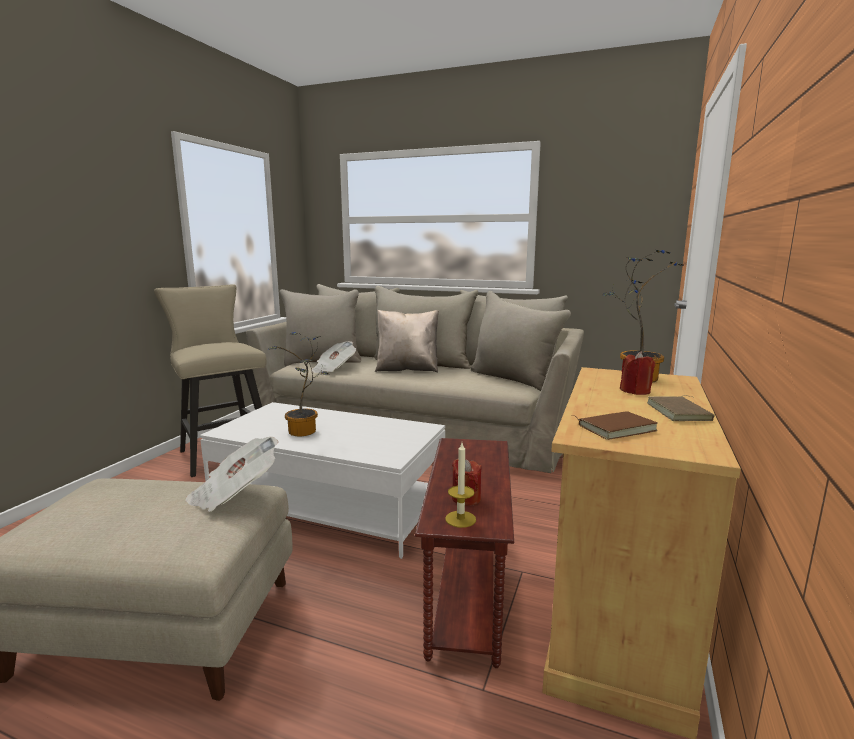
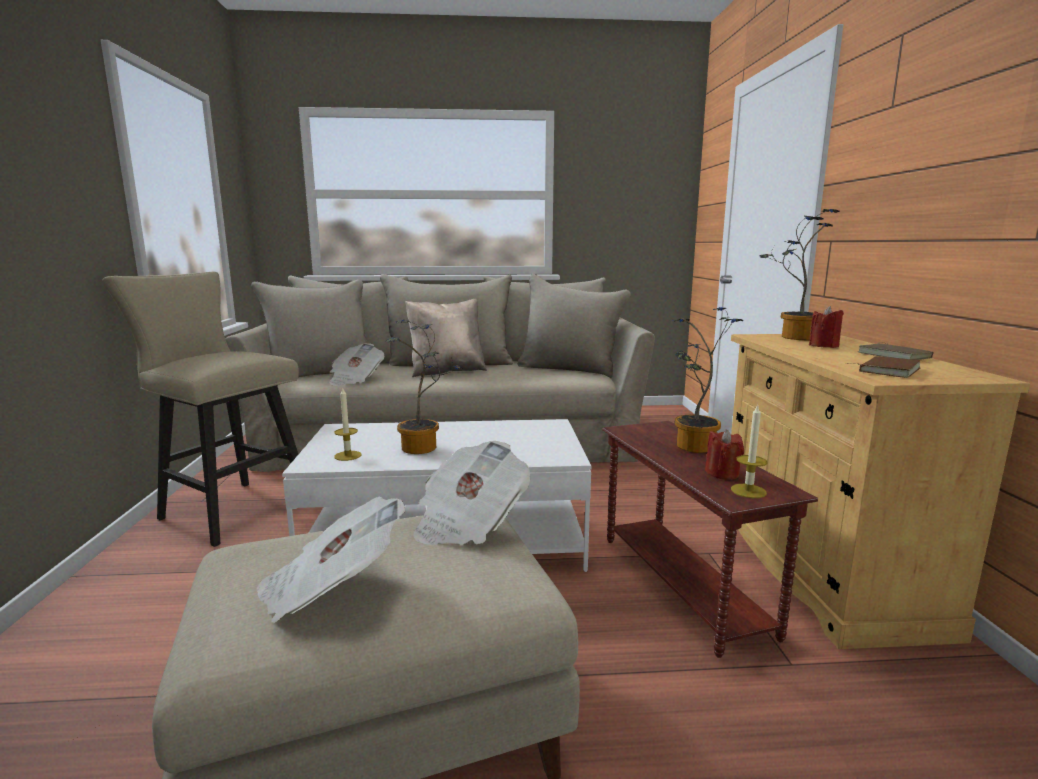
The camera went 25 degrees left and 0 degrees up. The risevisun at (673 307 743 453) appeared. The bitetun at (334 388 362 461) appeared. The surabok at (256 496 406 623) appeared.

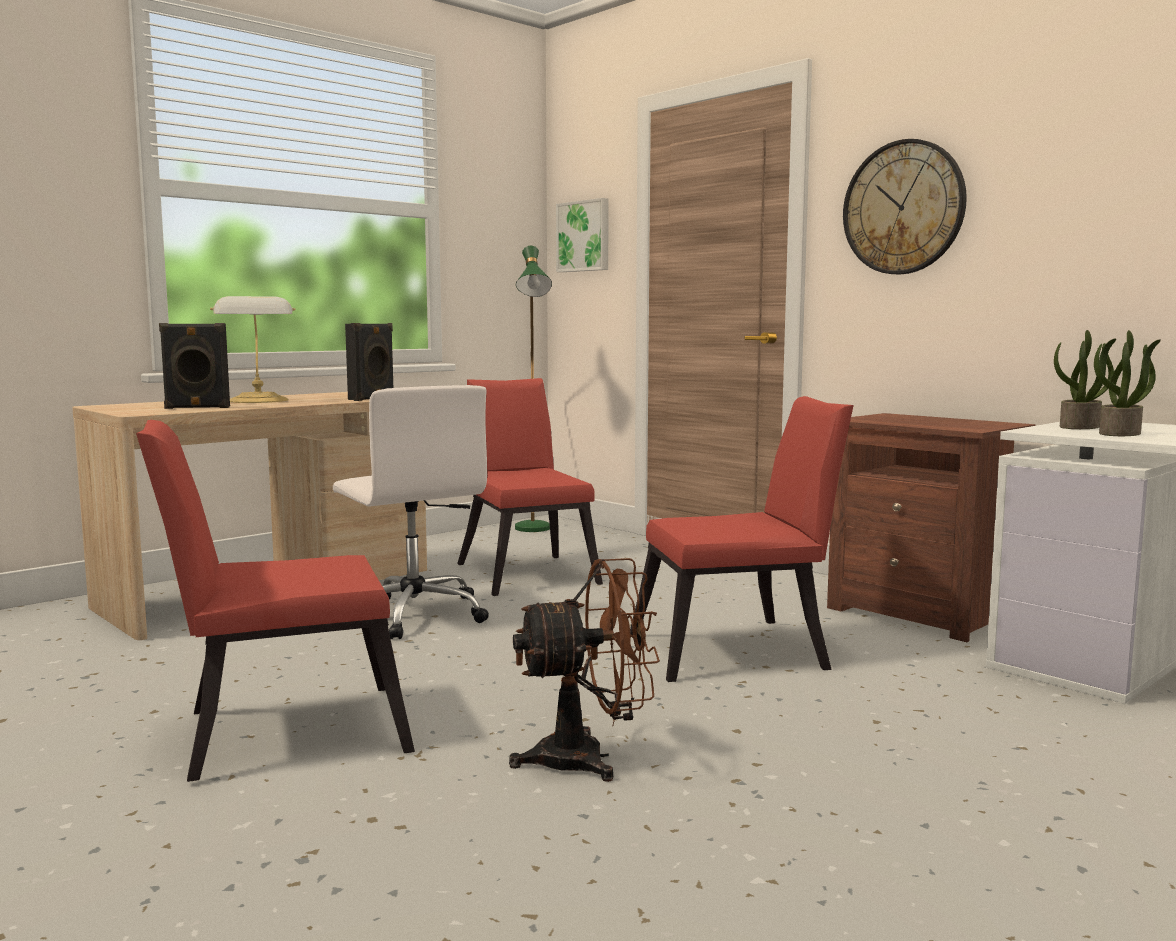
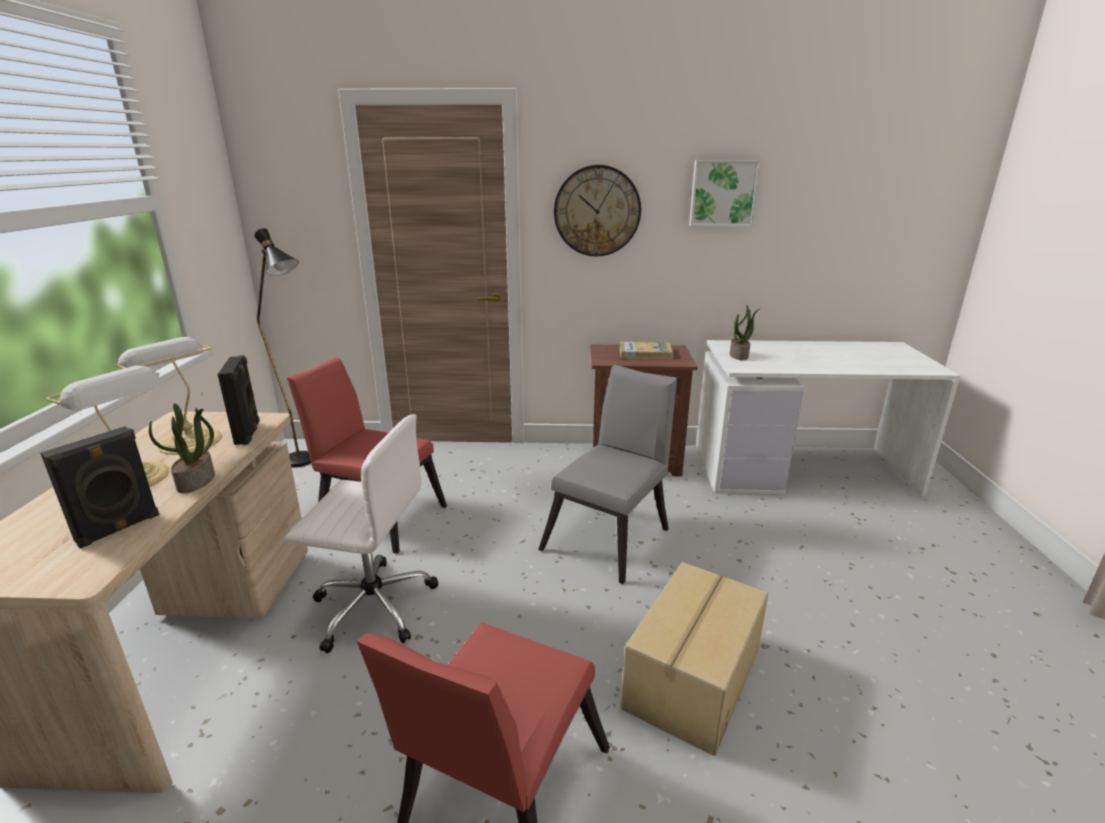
The camera went 45 degrees left and 15 degrees up. The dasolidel moved from (556 198 609 272) to (689 160 761 227). The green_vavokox at (515 246 552 532) became the black_vavokox at (254 228 311 467). The risevisun moved from (1094 330 1161 436) to (149 403 215 493). The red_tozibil at (630 396 854 682) became the grey_tozibil at (538 365 677 584). The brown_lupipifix at (509 558 660 782) was replaced by the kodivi at (621 562 769 756). The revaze at (116 337 222 455) appeared. The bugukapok at (620 342 673 360) appeared.

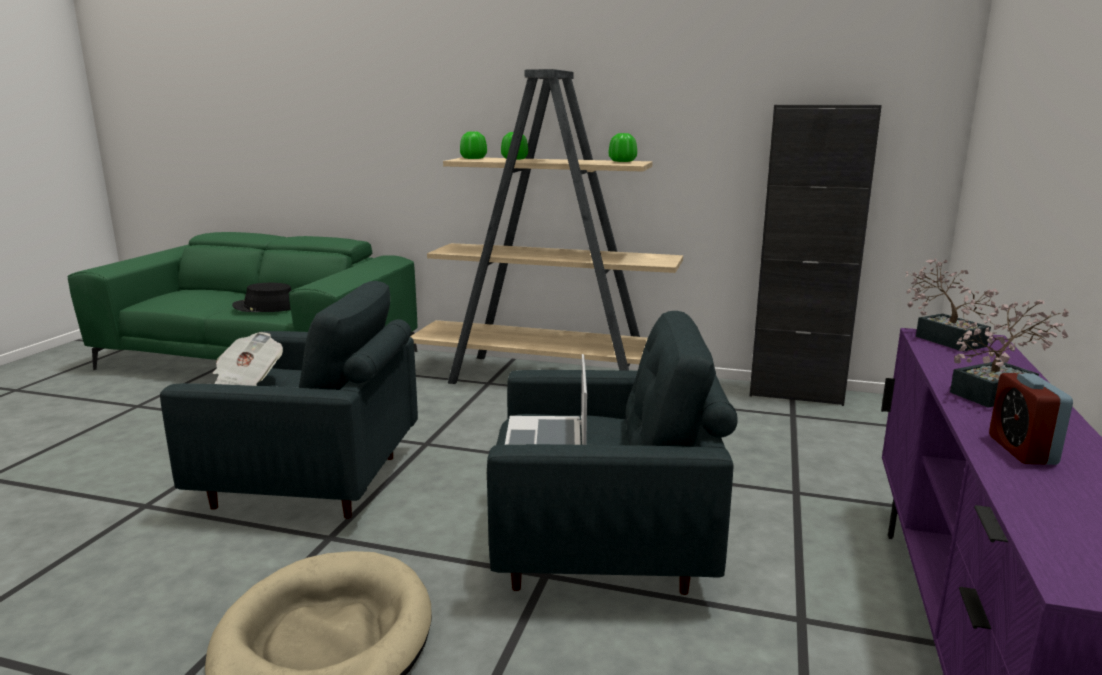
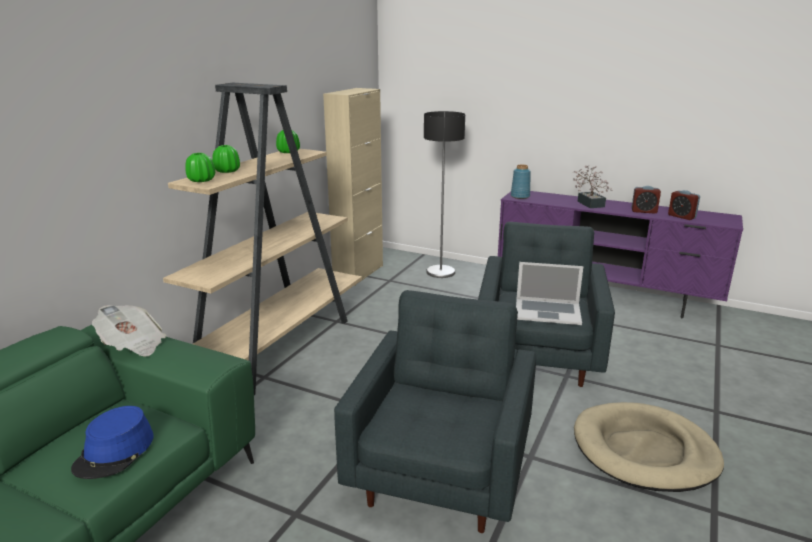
The camera went 80 degrees left and 5 degrees up. The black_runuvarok at (749 105 882 406) became the beige_runuvarok at (323 88 383 286). The risevisun at (906 258 1008 352) was replaced by the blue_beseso at (511 164 531 199). The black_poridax at (232 283 292 312) became the blue_poridax at (71 406 154 479). The surabok moved from (213 332 283 386) to (92 305 166 357). The vavokox at (424 111 465 278) appeared. The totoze at (668 190 700 220) appeared.

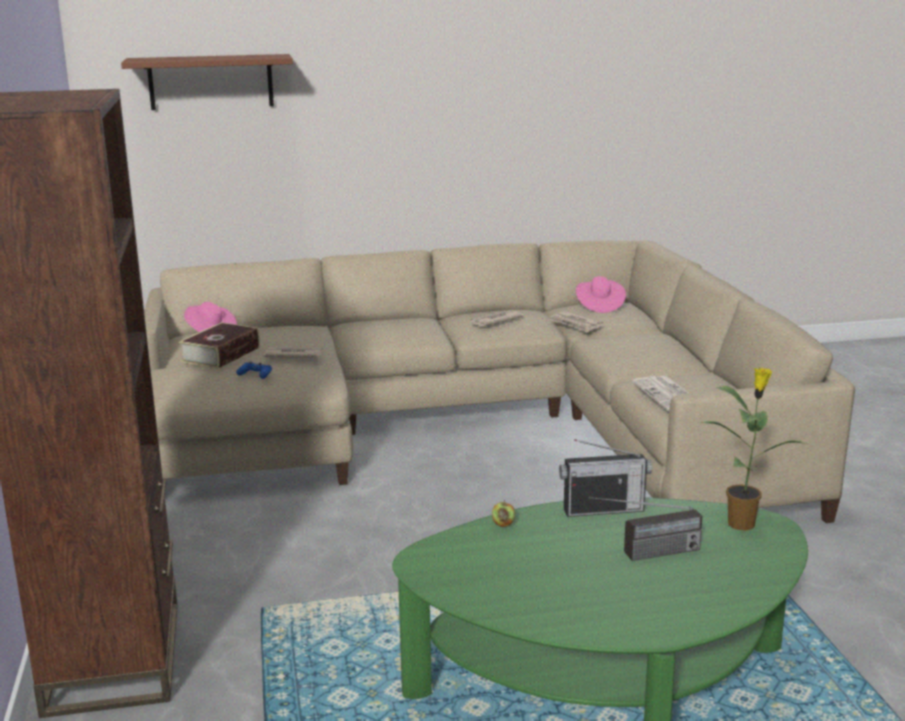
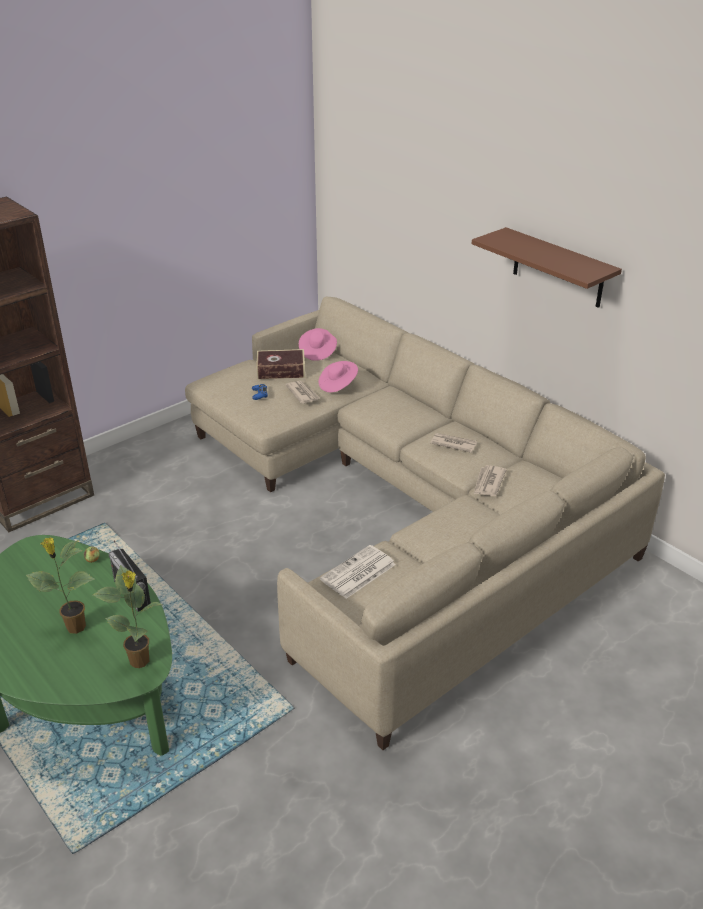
The camera went 60 degrees right and 15 degrees up. The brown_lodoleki moved from (121 54 293 110) to (472 227 622 308). The pink_poridax moved from (576 276 626 313) to (318 361 358 392). The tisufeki at (589 497 702 561) was replaced by the risevisun at (26 537 95 634).

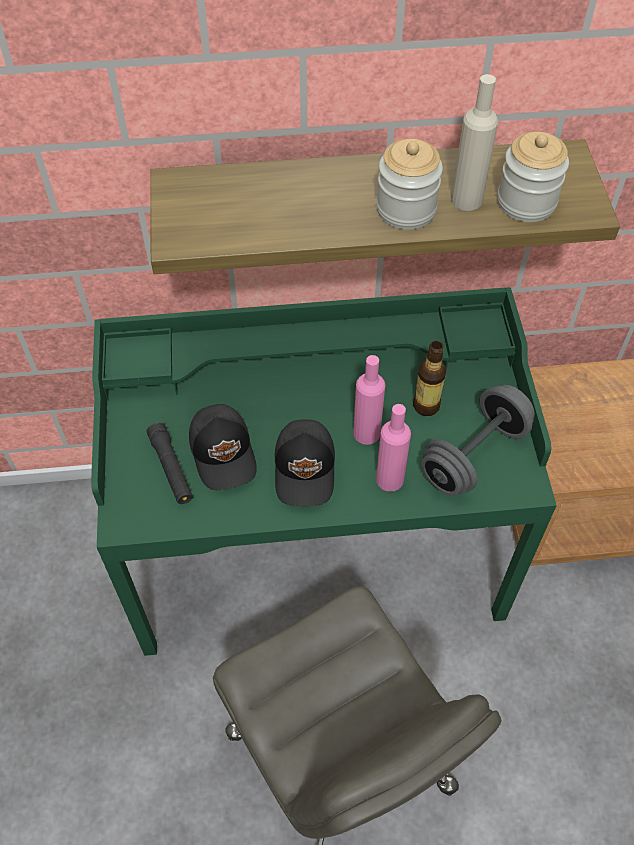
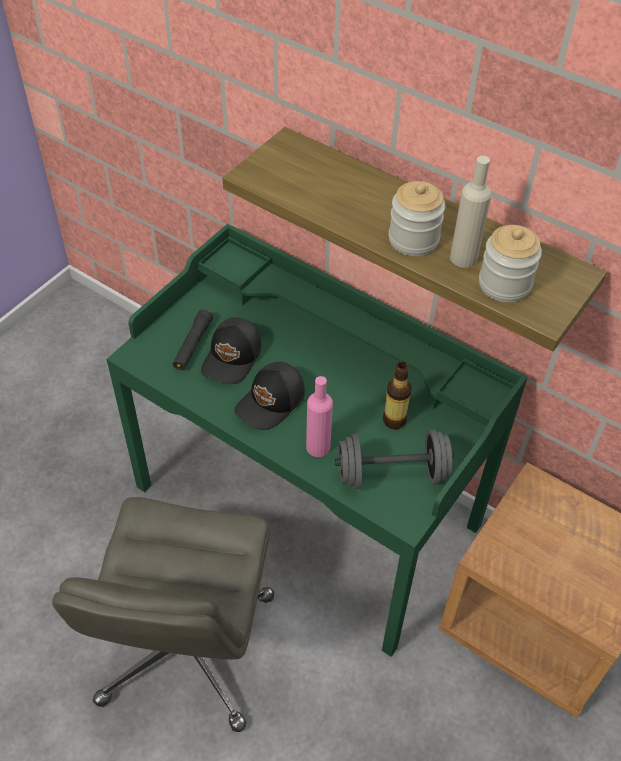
The camera went 40 degrees right and 5 degrees down. The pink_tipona at (353 355 385 445) disappeared.

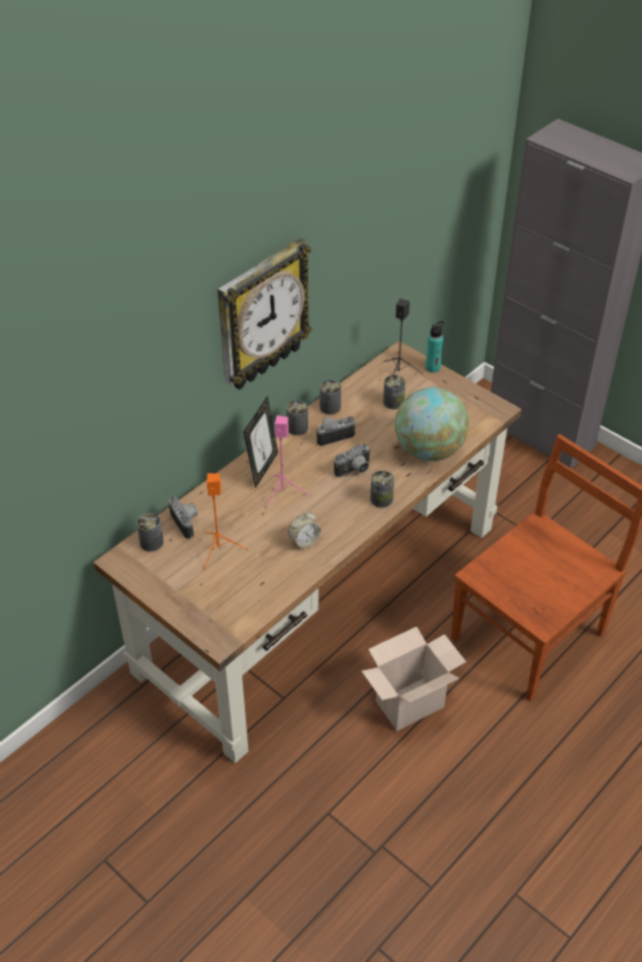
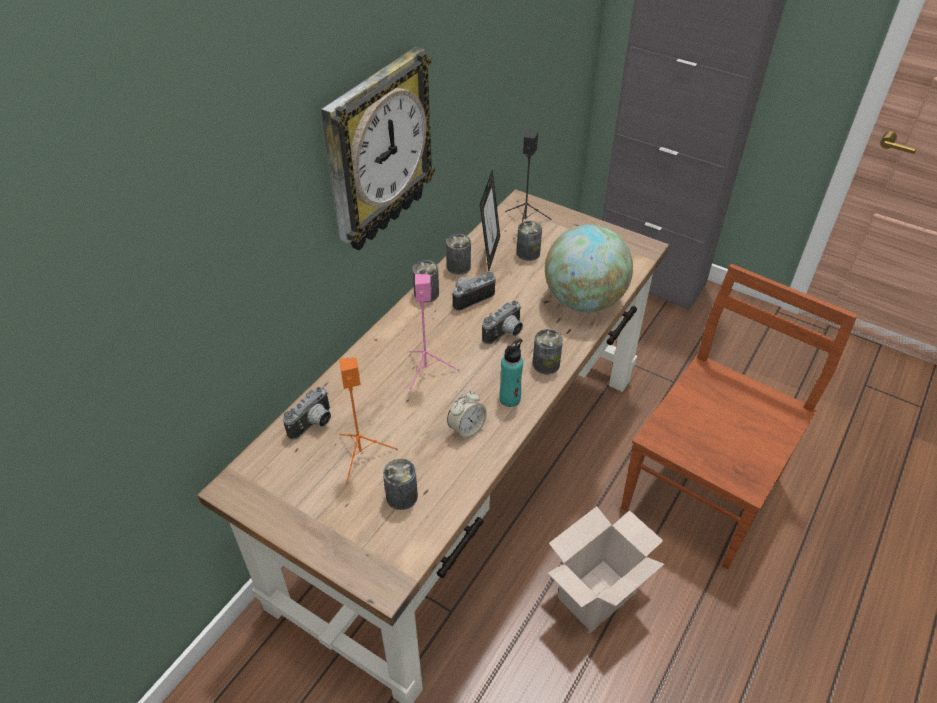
The camera went 10 degrees left and 0 degrees up. The turquoise_tipona moved from (425 321 444 373) to (500 339 523 407). The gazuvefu moved from (243 396 278 488) to (480 169 500 272). The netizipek at (168 497 198 539) turned 75 degrees clockwise. The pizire moved from (137 513 164 552) to (383 459 418 510).

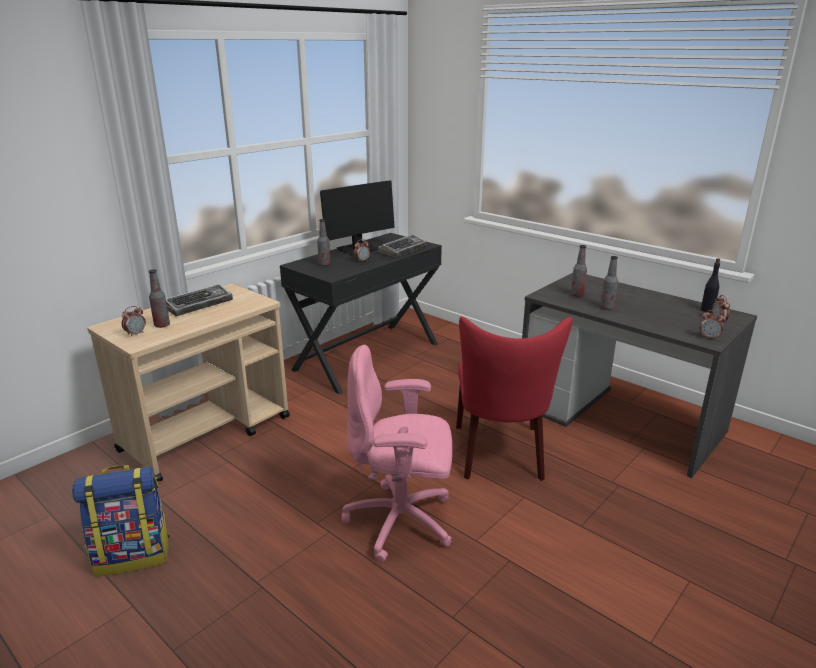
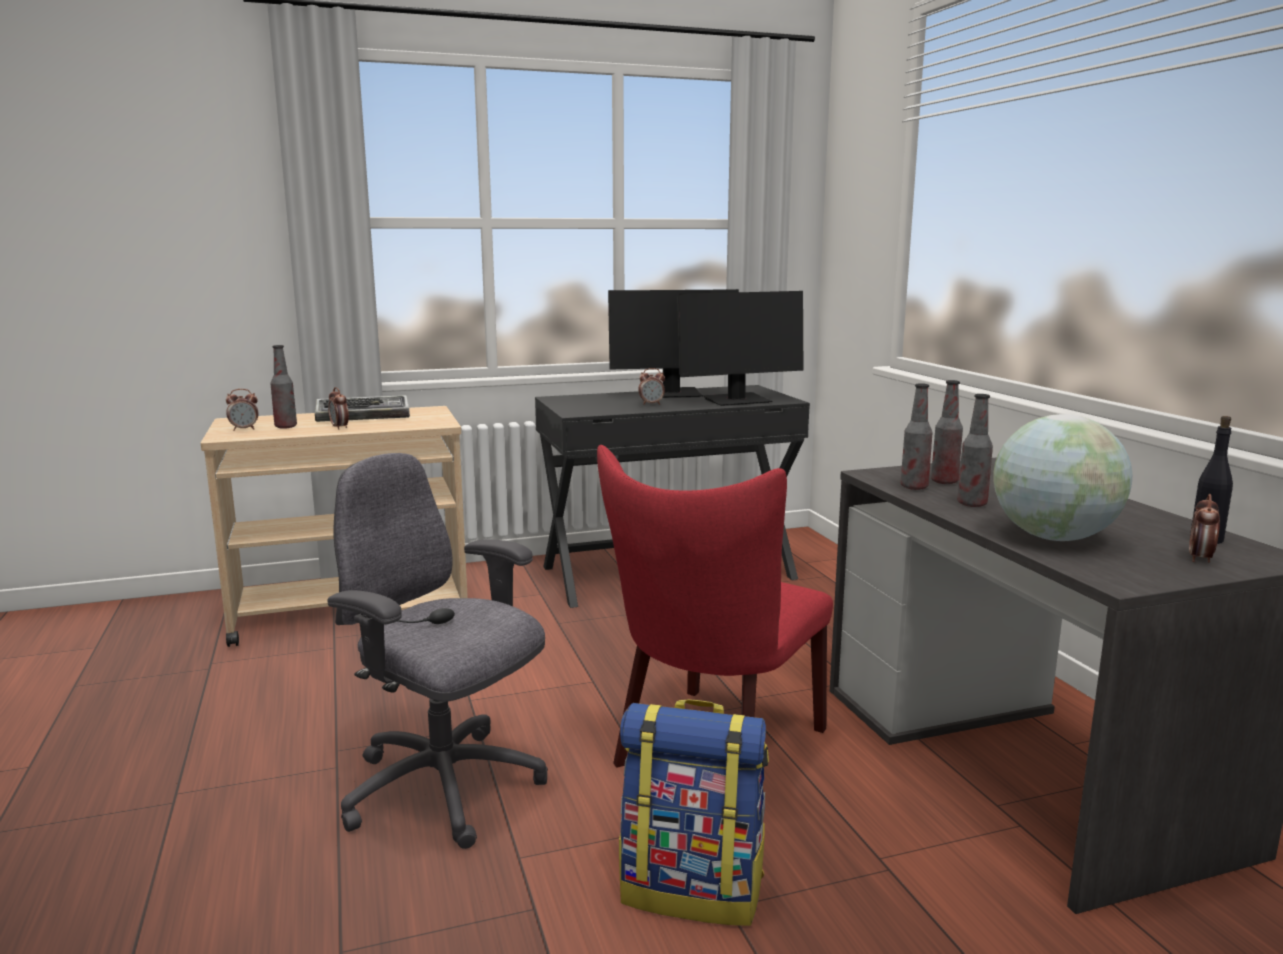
The camera went 30 degrees right and 10 degrees down. The tipona moved from (317 219 331 266) to (900 383 933 490). The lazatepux at (378 234 427 258) was replaced by the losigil at (677 291 803 406). The totoze moved from (700 310 726 340) to (328 387 349 430). The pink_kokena at (341 345 452 562) became the grey_kokena at (327 453 548 849). The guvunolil moved from (72 465 170 576) to (619 699 769 926). The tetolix at (993 414 1132 541) appeared.

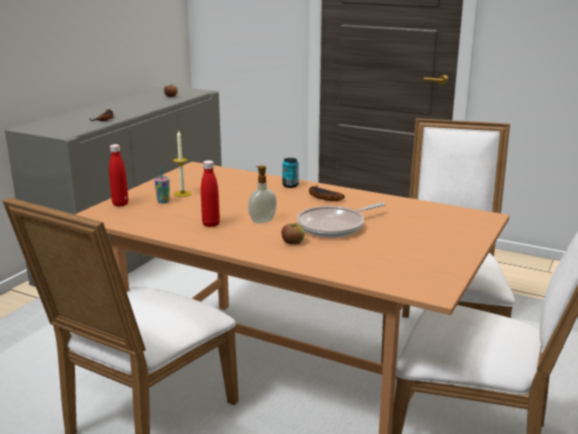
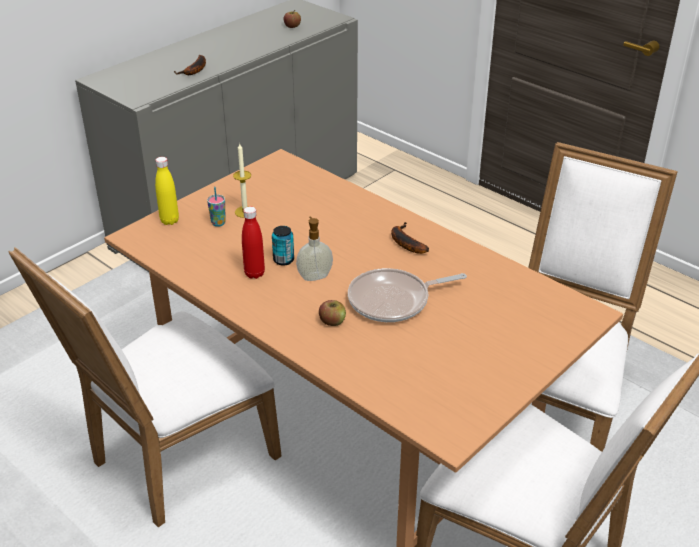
The camera went 15 degrees right and 15 degrees up. The red_tipona at (109 144 128 207) became the yellow_tipona at (155 157 179 225). The pizire moved from (282 158 299 188) to (272 226 294 266).

